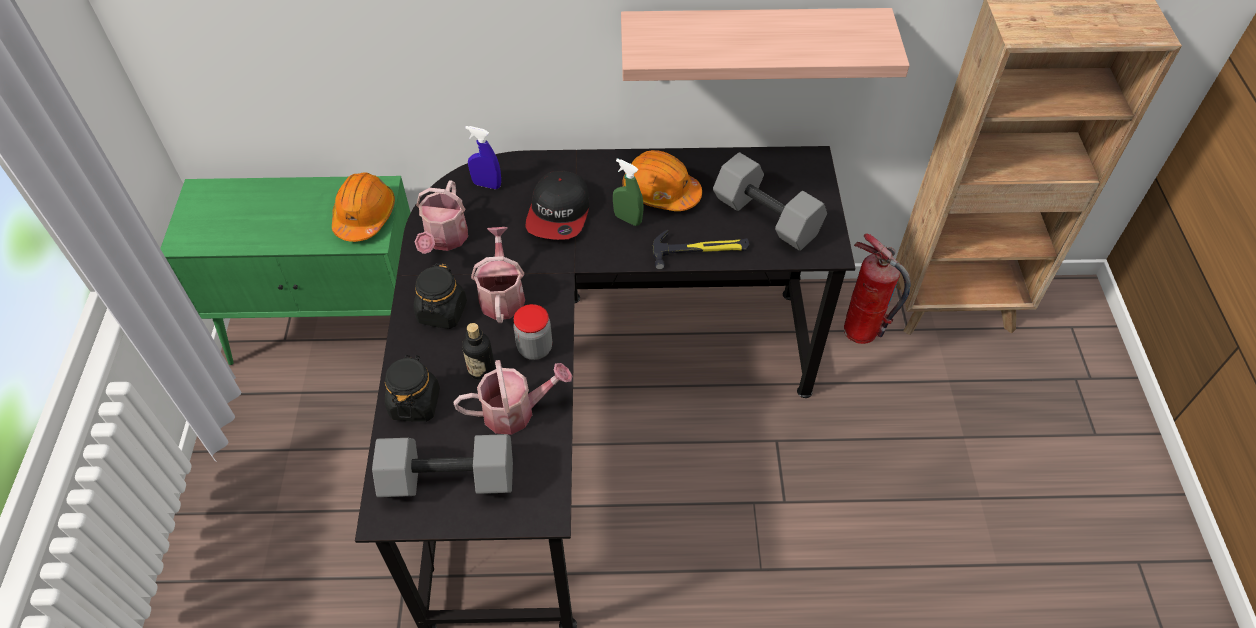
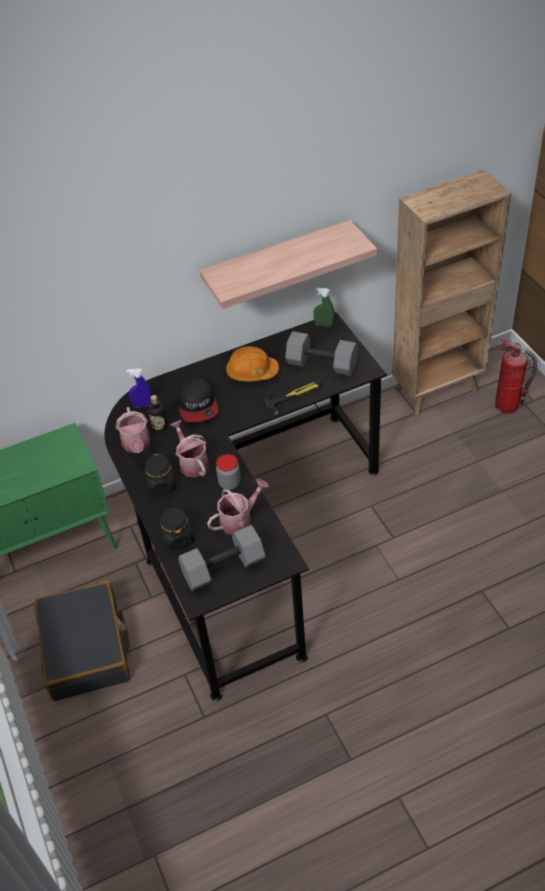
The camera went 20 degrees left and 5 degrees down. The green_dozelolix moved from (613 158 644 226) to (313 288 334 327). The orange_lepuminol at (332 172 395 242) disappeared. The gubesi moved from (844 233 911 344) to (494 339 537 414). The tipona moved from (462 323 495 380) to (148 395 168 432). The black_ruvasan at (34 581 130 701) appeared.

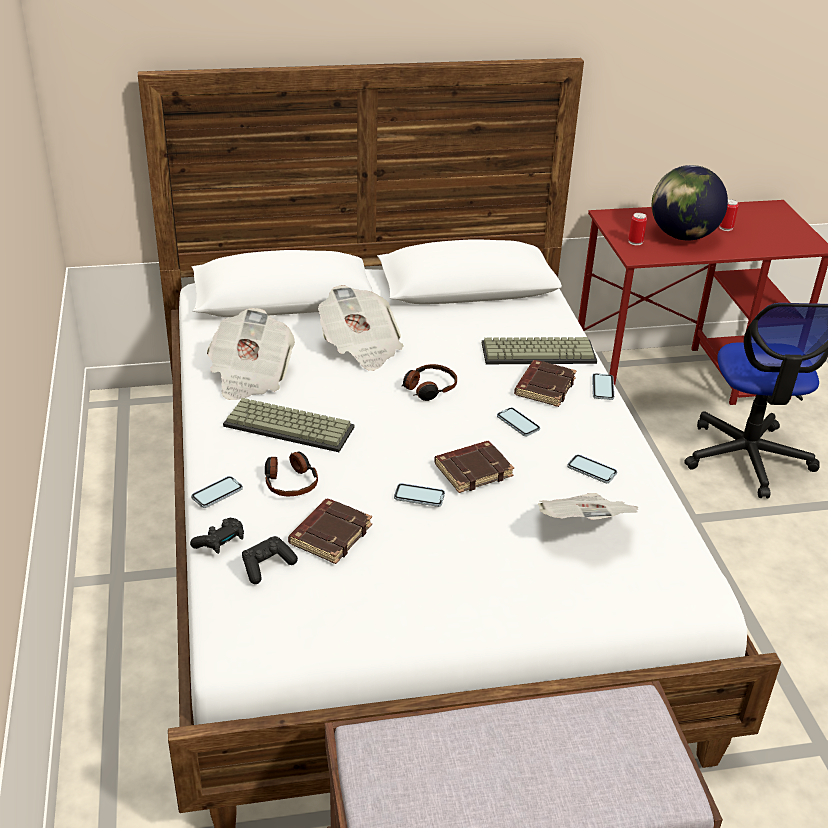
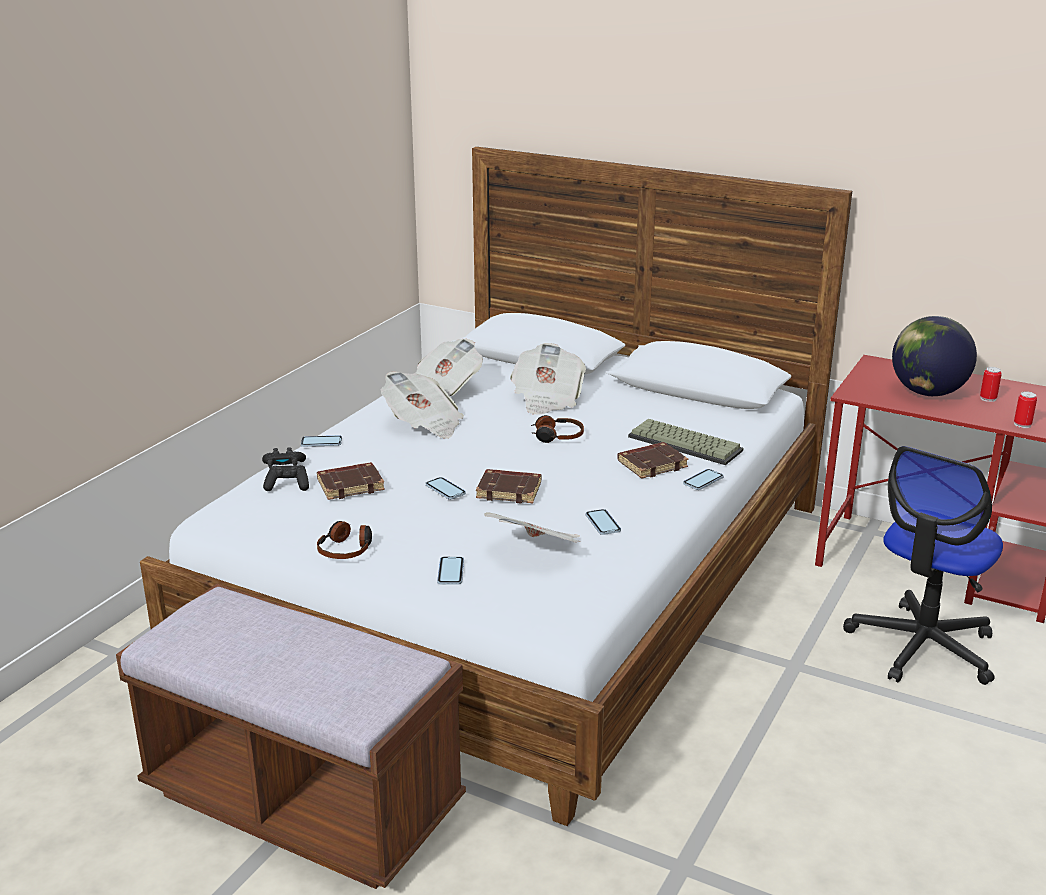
The camera went 40 degrees right and 10 degrees down. The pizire moved from (628 213 647 245) to (1014 391 1037 428). The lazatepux at (223 398 354 452) was replaced by the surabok at (381 371 464 439). The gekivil moved from (497 407 540 436) to (437 557 464 585). The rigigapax moved from (265 451 318 496) to (317 521 372 559).

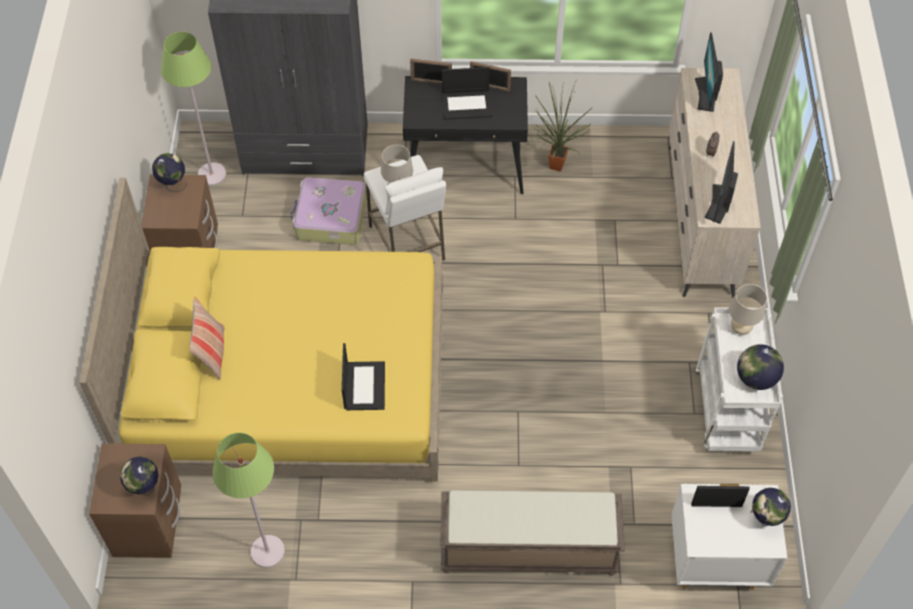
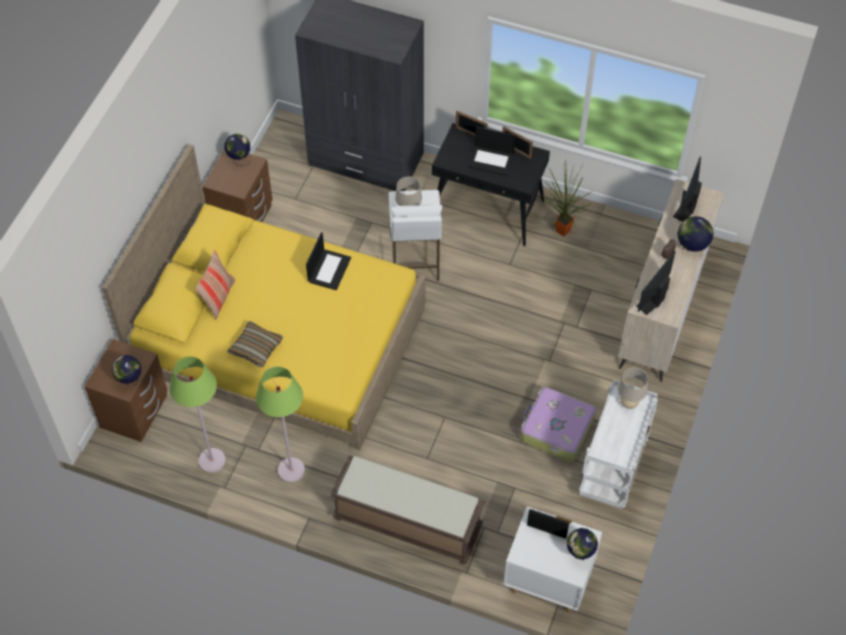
The camera went 20 degrees right and 0 degrees up. The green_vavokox moved from (161 31 226 186) to (256 367 305 483). The ruvasan moved from (290 177 367 245) to (521 387 596 462). The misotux moved from (342 343 385 410) to (306 232 351 290). The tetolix moved from (737 344 784 390) to (678 216 713 252). The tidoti at (227 321 283 367) appeared.

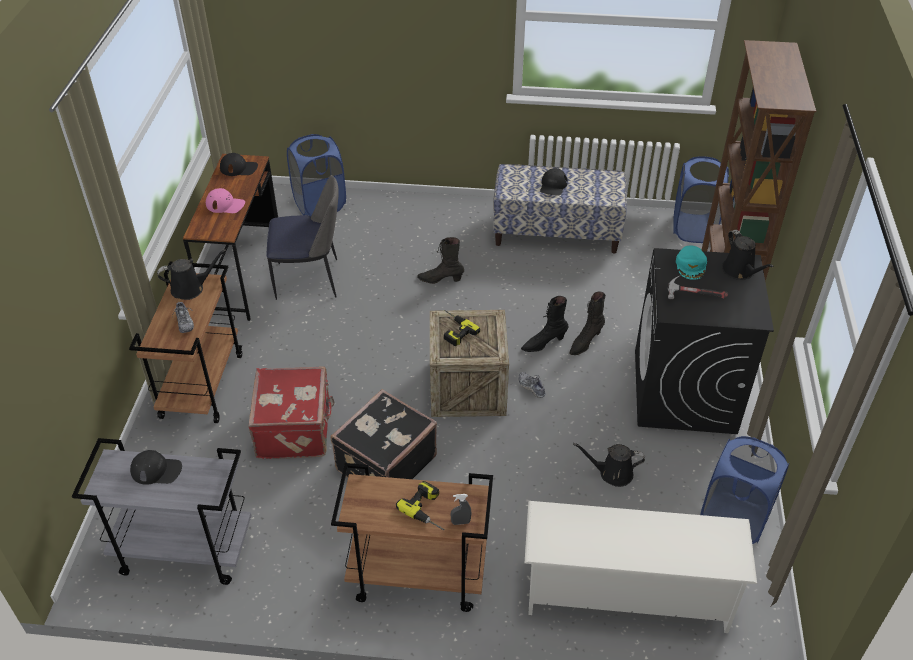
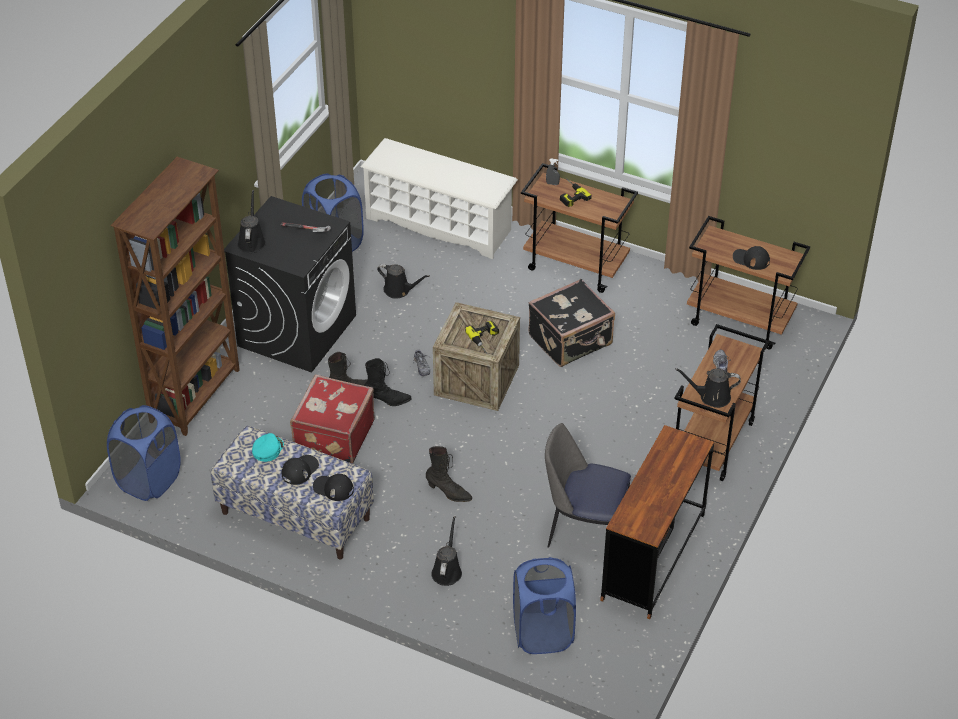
The camera went 160 degrees left and 0 degrees up. The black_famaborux moved from (220 153 258 176) to (313 474 354 501). The pink_famaborux at (206 188 245 213) disappeared. The turquoise_famaborux moved from (676 245 707 280) to (252 433 284 462). The red_ruvasan moved from (248 366 335 459) to (290 374 375 464). The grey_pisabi at (72 438 251 585) became the brown_pisabi at (687 216 810 349). The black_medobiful at (431 516 462 586) appeared.

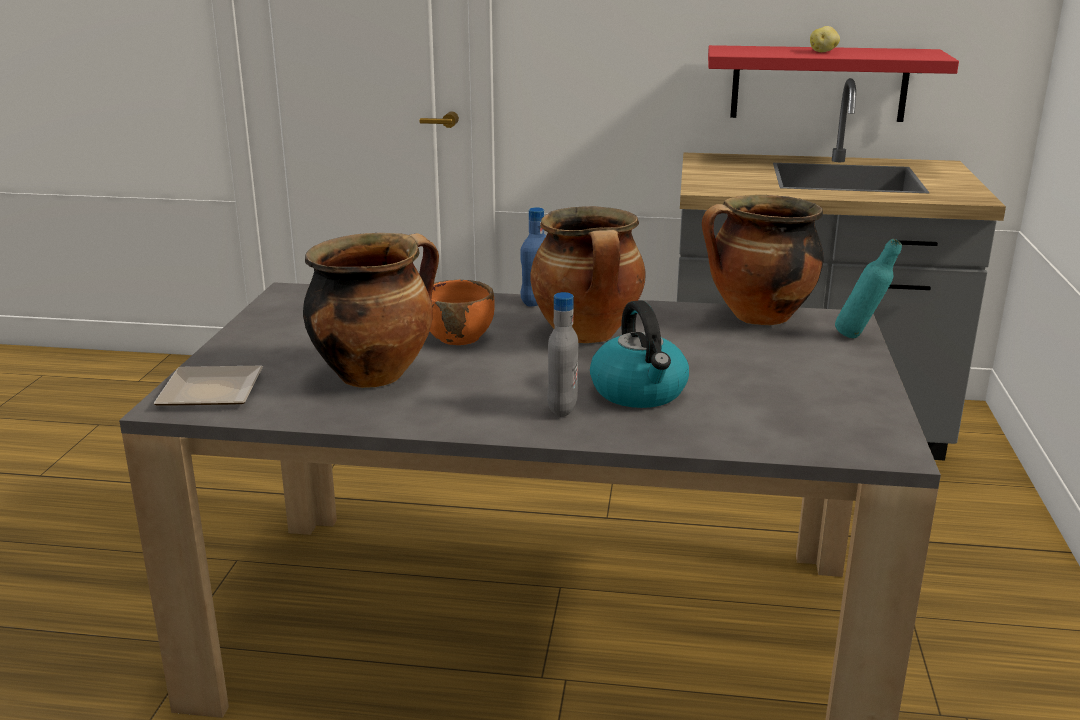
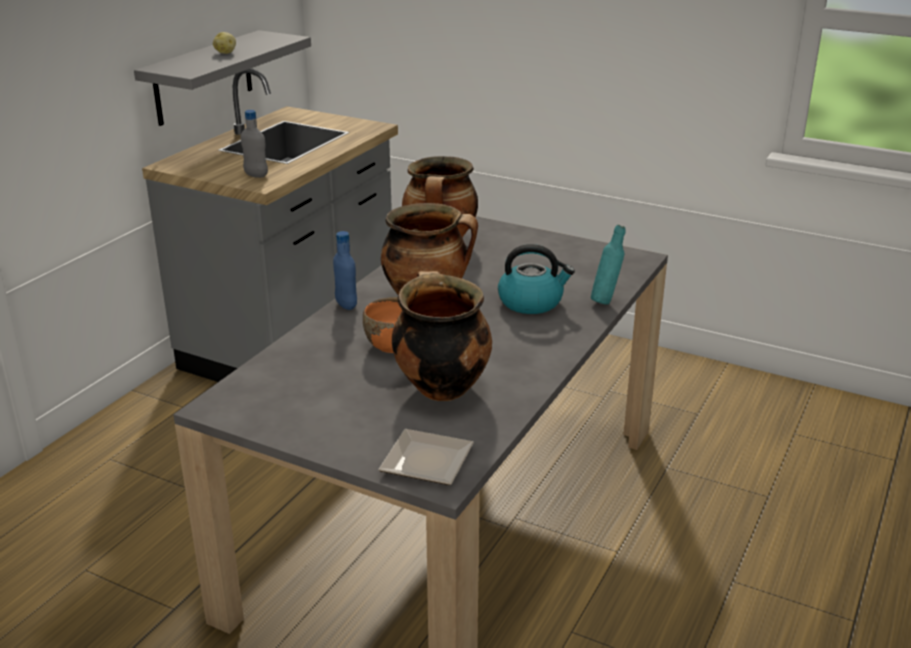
The camera went 70 degrees left and 5 degrees up. The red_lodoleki at (708 45 959 122) became the grey_lodoleki at (134 30 311 126). The turquoise_tipona moved from (835 239 902 338) to (591 225 625 305). The grey_tipona moved from (547 292 578 417) to (240 110 268 178).

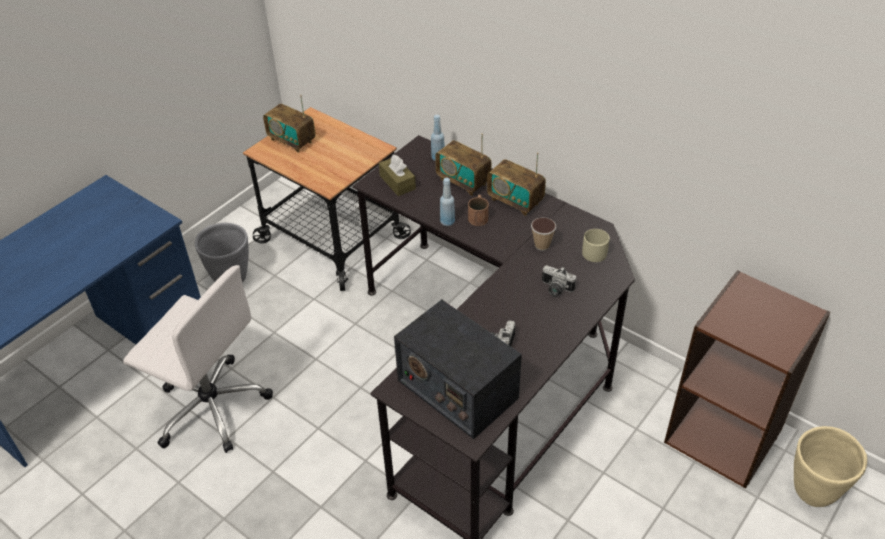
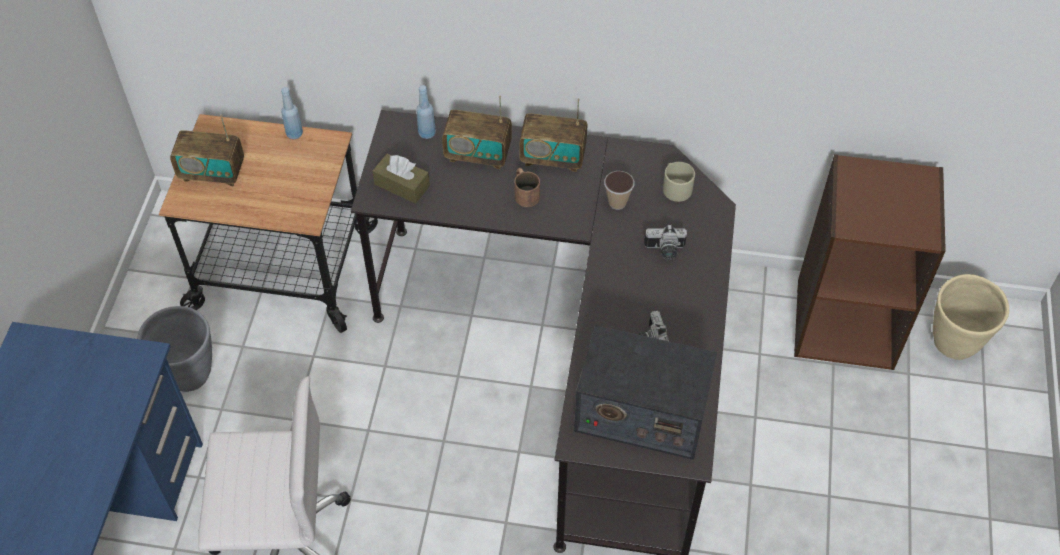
The camera went 30 degrees left and 10 degrees up. The blue_tipona moved from (440 178 455 226) to (281 87 303 139).

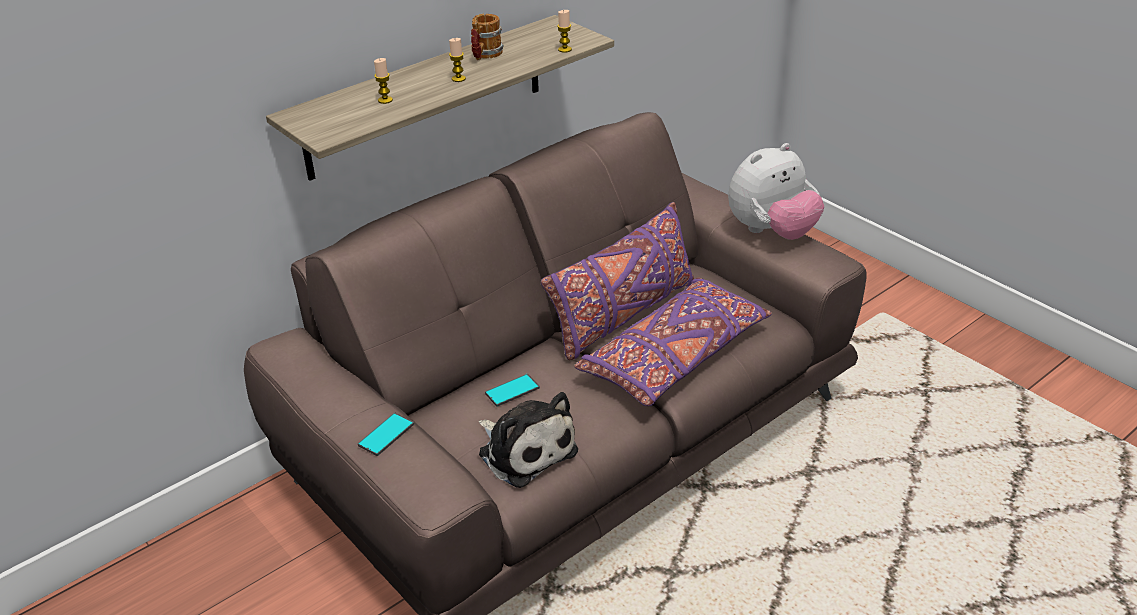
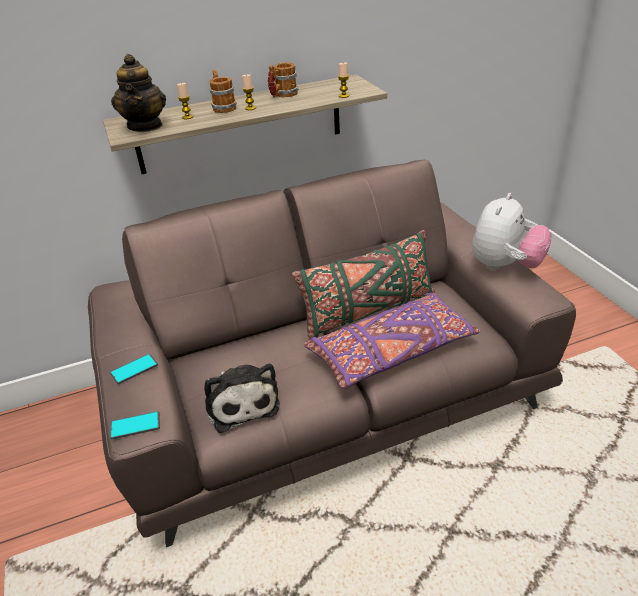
The camera went 20 degrees right and 0 degrees up. The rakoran at (728 143 824 240) turned 45 degrees counterclockwise. The purple_tidoti at (541 202 694 360) became the green_tidoti at (292 230 435 338). The gekivil moved from (485 374 540 407) to (110 411 160 439). The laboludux at (111 54 166 132) appeared. The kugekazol at (209 70 237 113) appeared.

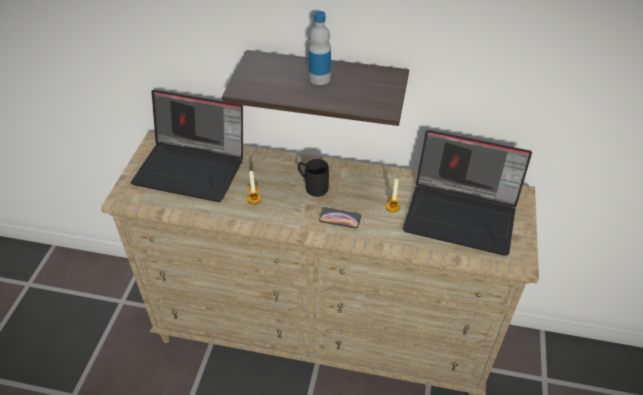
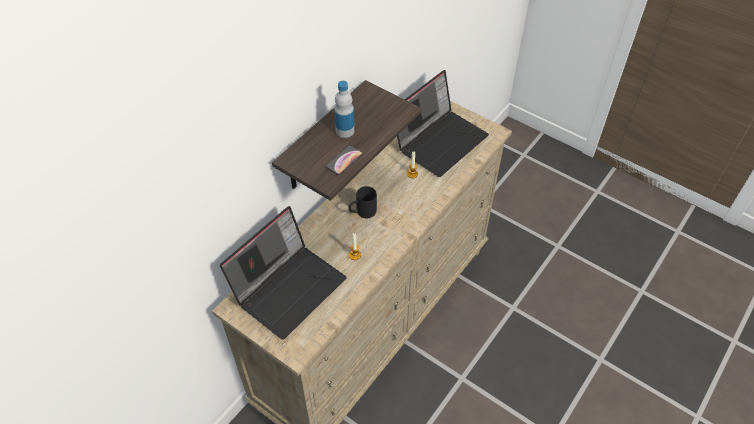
The camera went 65 degrees left and 5 degrees up. The gekivil moved from (319 207 361 229) to (326 146 363 175).

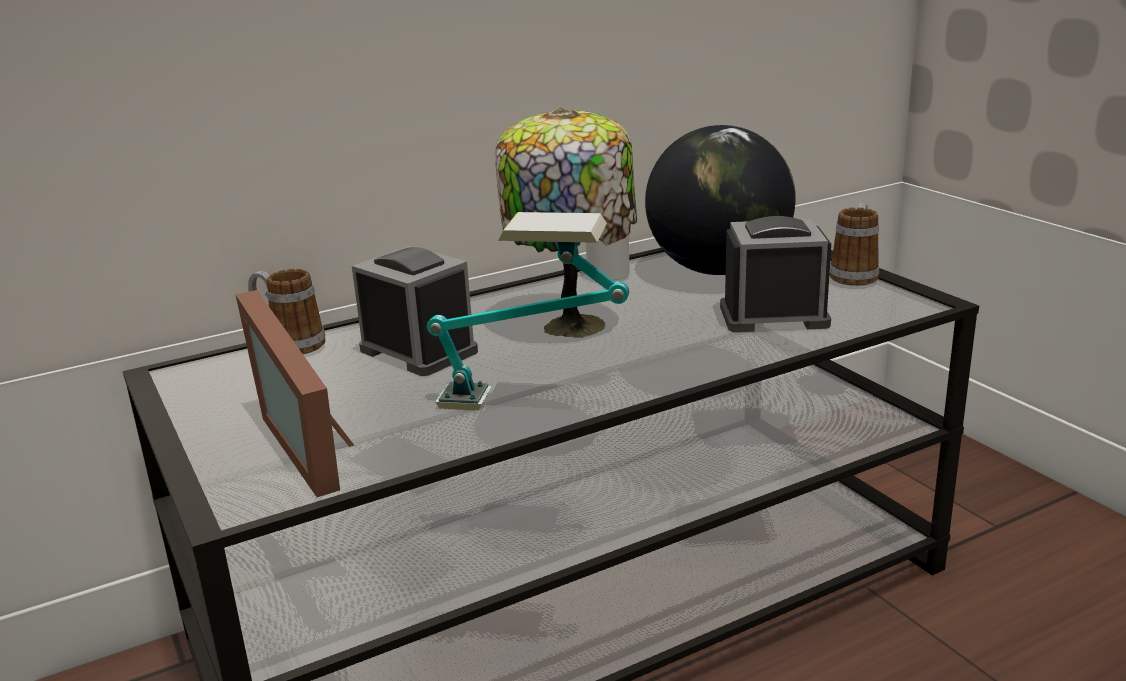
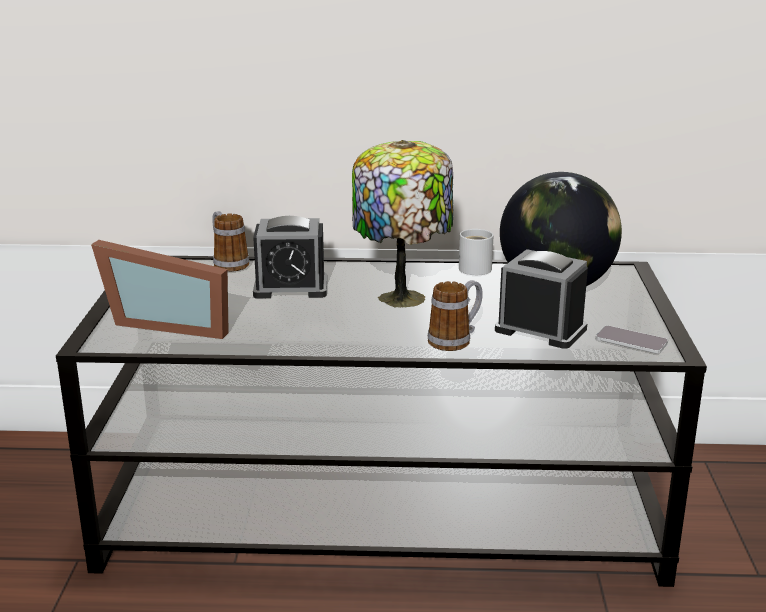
The camera went 30 degrees right and 0 degrees up. The kugekazol moved from (829 204 879 286) to (428 280 483 351). The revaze at (427 212 629 410) disappeared. The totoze at (352 246 478 376) turned 105 degrees clockwise. The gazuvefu at (236 290 355 497) turned 75 degrees counterclockwise. The gekivil at (596 326 668 354) appeared.

